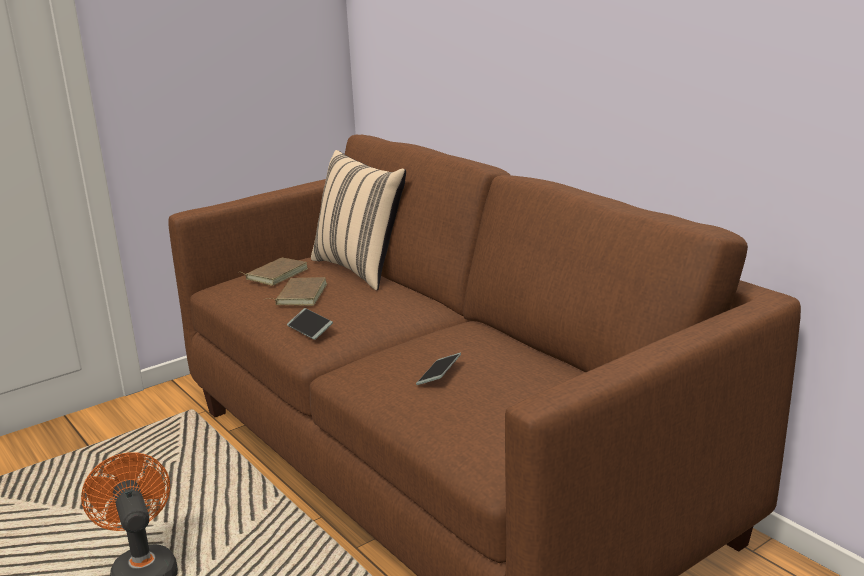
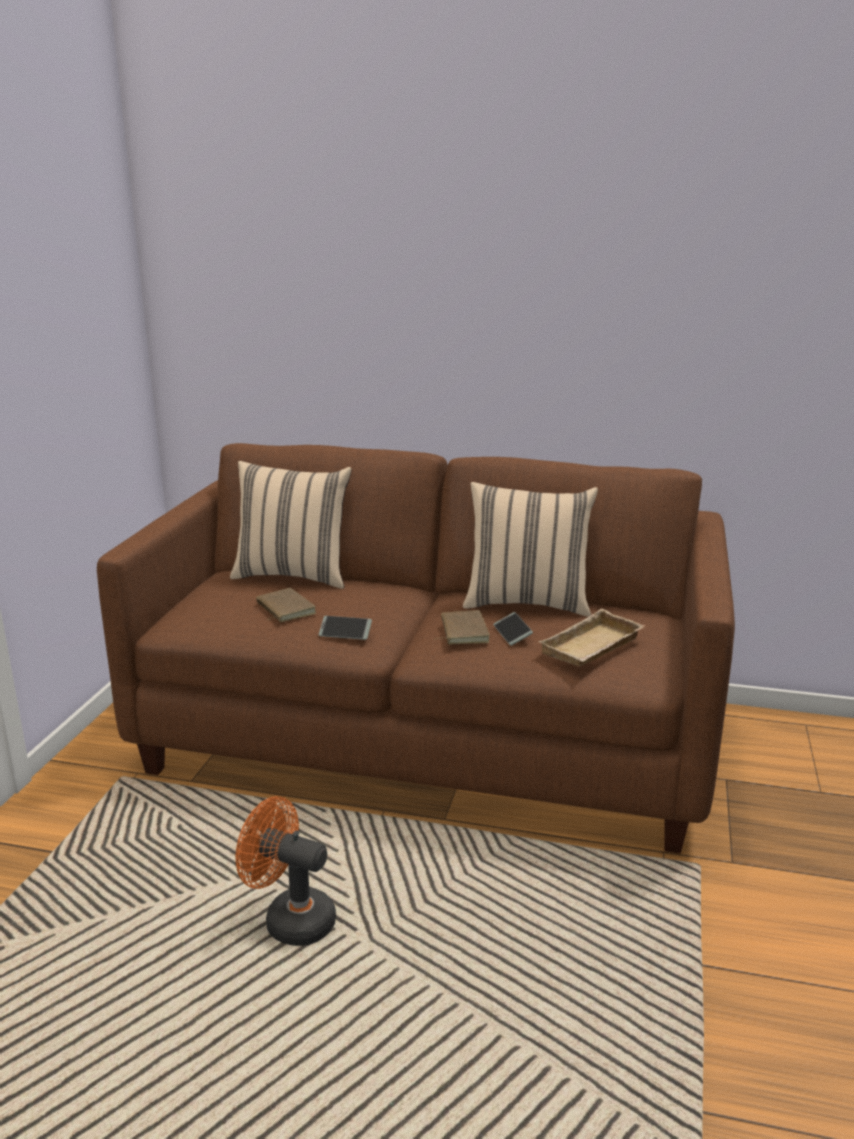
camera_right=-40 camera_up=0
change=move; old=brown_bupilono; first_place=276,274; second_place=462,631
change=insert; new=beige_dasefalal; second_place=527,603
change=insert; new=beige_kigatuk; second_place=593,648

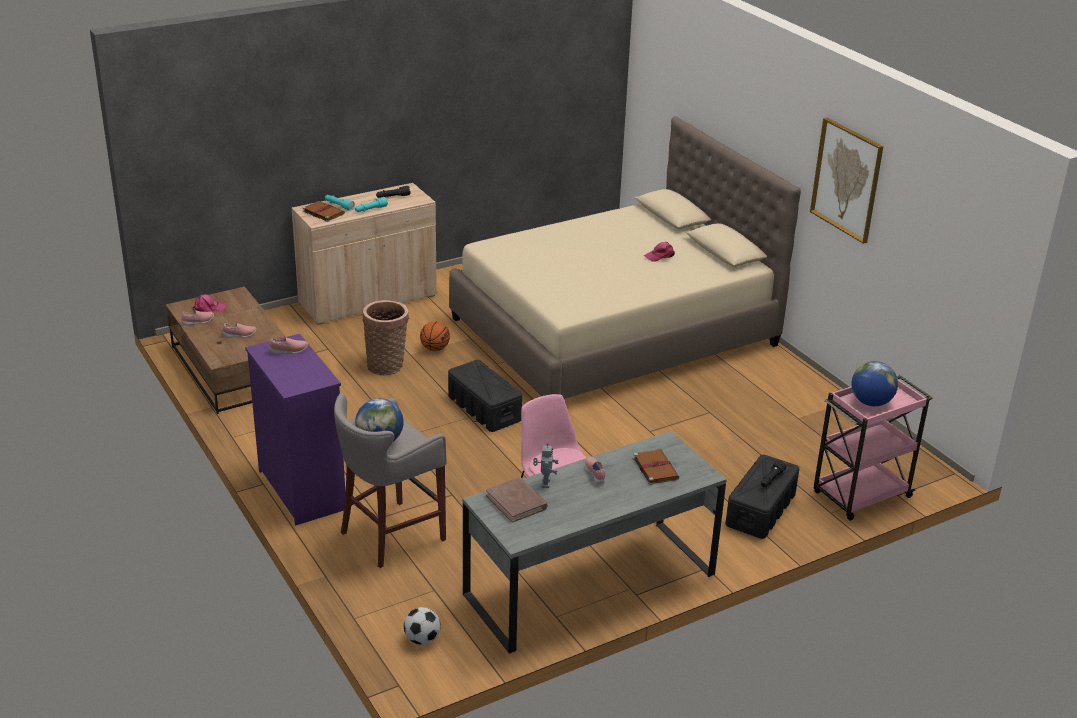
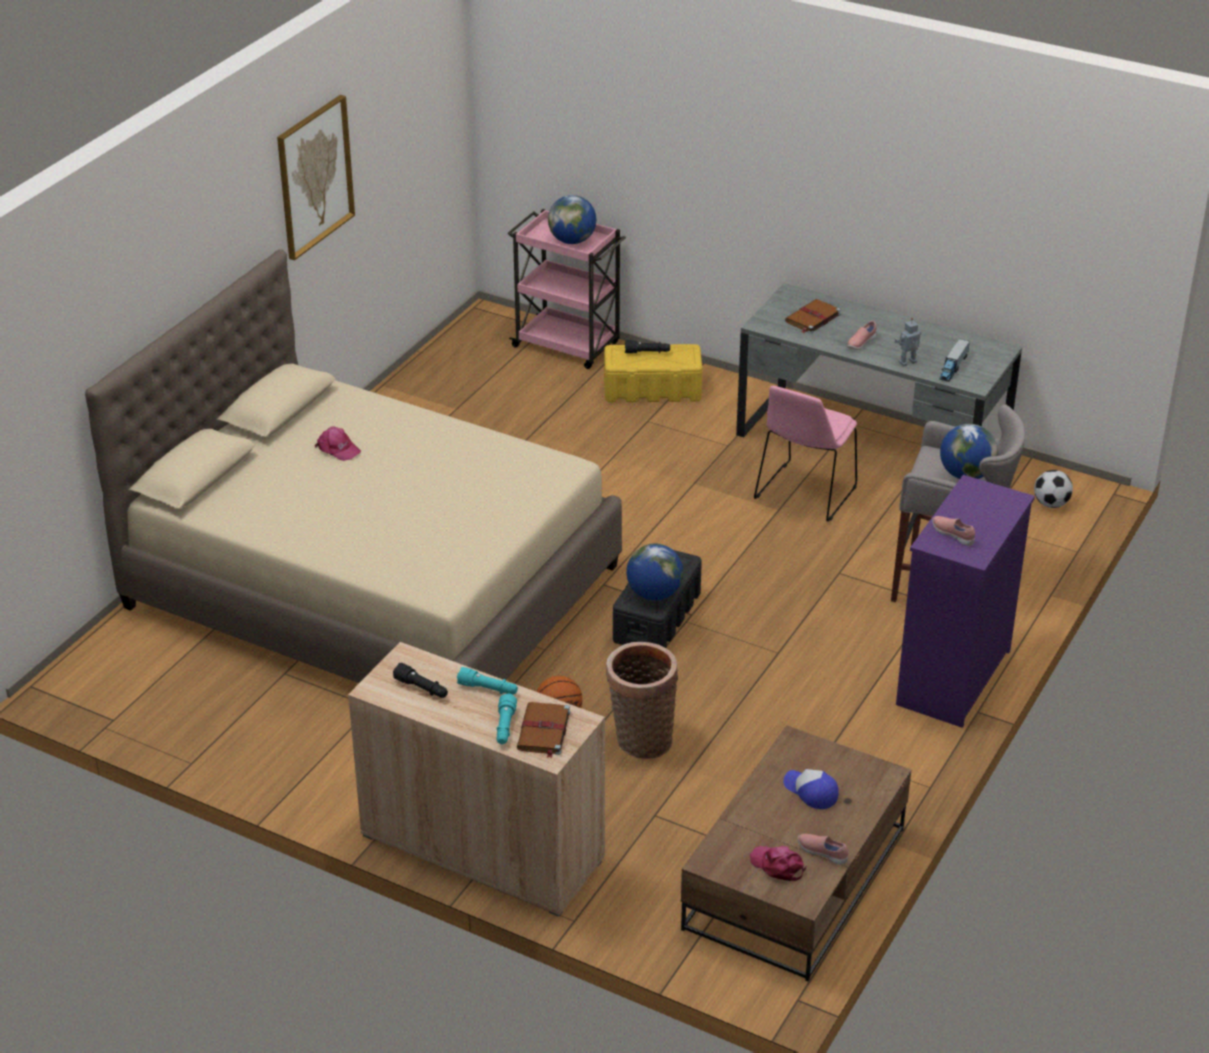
camera_right=-120 camera_up=5
change=replace; old=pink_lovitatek; new=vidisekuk; first_place=240,335; second_place=810,791
change=replace; old=brown_bupilono; new=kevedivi; first_place=516,502; second_place=953,367
change=recolor; old=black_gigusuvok; new=yellow_gigusuvok; first_place=760,510; second_place=653,390
change=insert; new=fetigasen; second_place=654,594

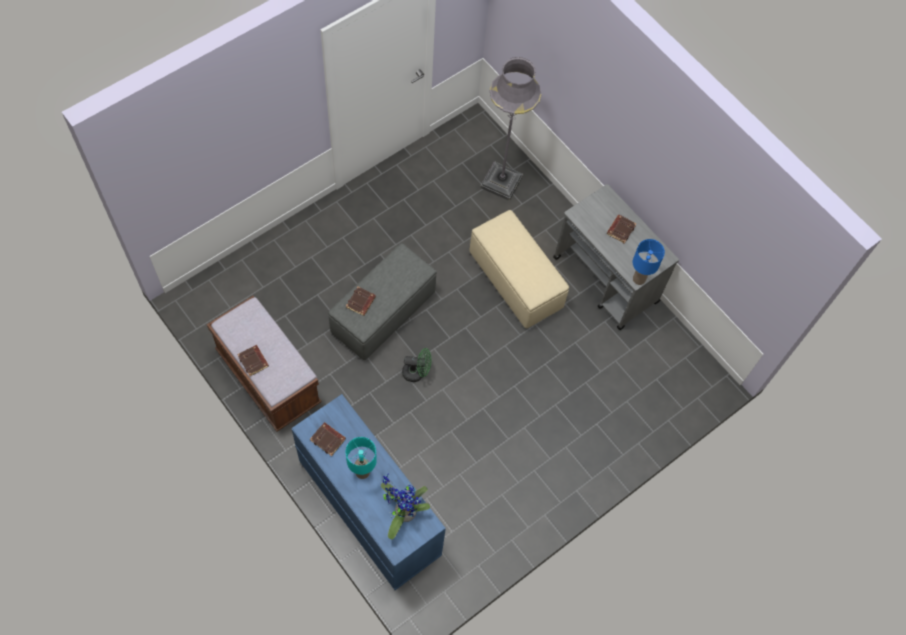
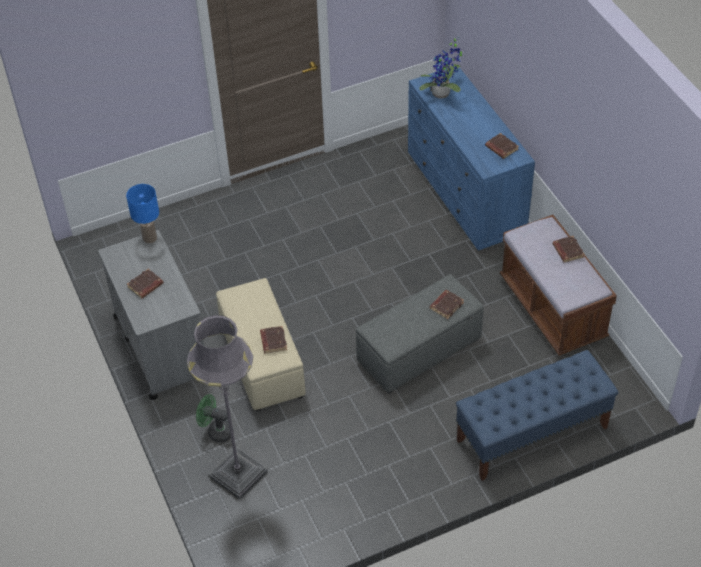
camera_right=-160 camera_up=-15
change=delete; old=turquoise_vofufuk; first_place=362,472
change=move; old=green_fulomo; first_place=417,372; second_place=216,431
change=insert; new=brown_bupilono; second_place=273,341
change=insert; new=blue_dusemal; second_place=531,434

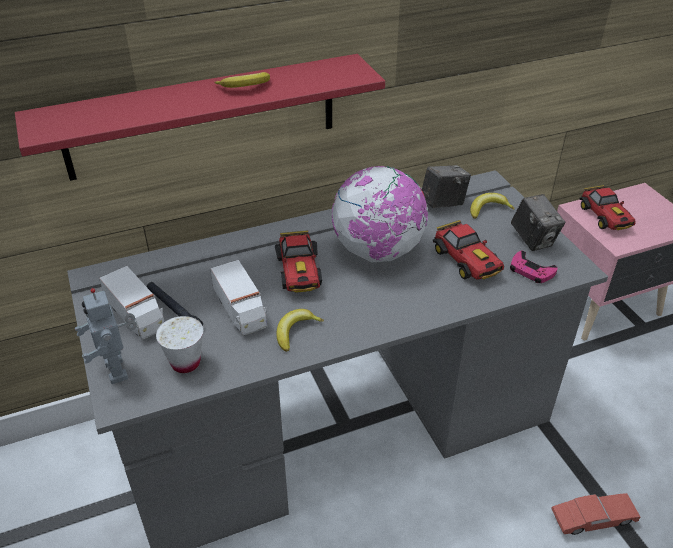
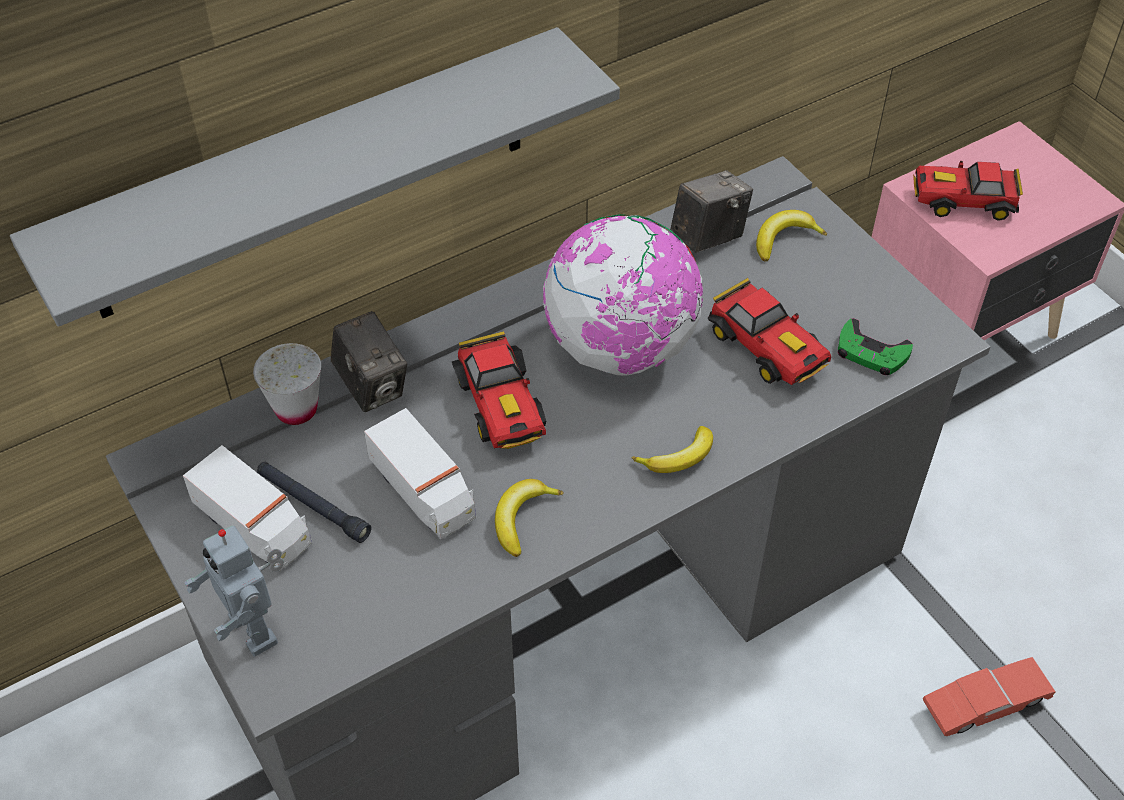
camera_right=-10 camera_up=10
change=recolor; old=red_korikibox; new=grey_korikibox; first_place=202,117; second_place=312,176
change=move; old=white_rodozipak; first_place=185,363; second_place=296,409
change=move; old=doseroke; first_place=245,87; second_place=679,458
change=recolor; old=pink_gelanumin; new=green_gelanumin; first_place=531,271; second_place=871,353
change=move; old=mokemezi; first_place=533,240; second_place=372,386
change=rotate; old=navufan; first_place=605,218; second_place=962,201; degrees=120

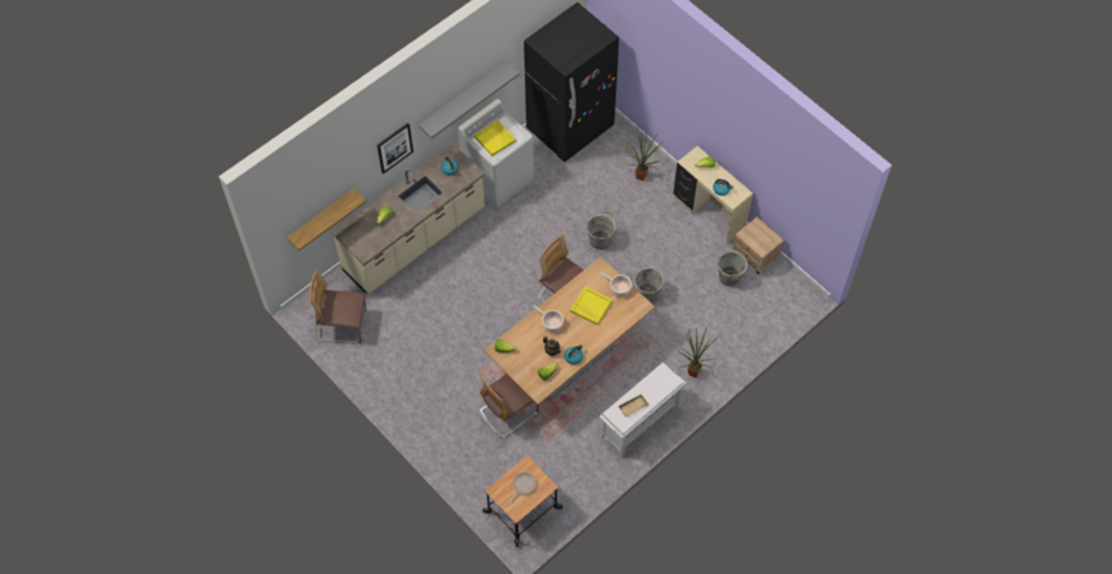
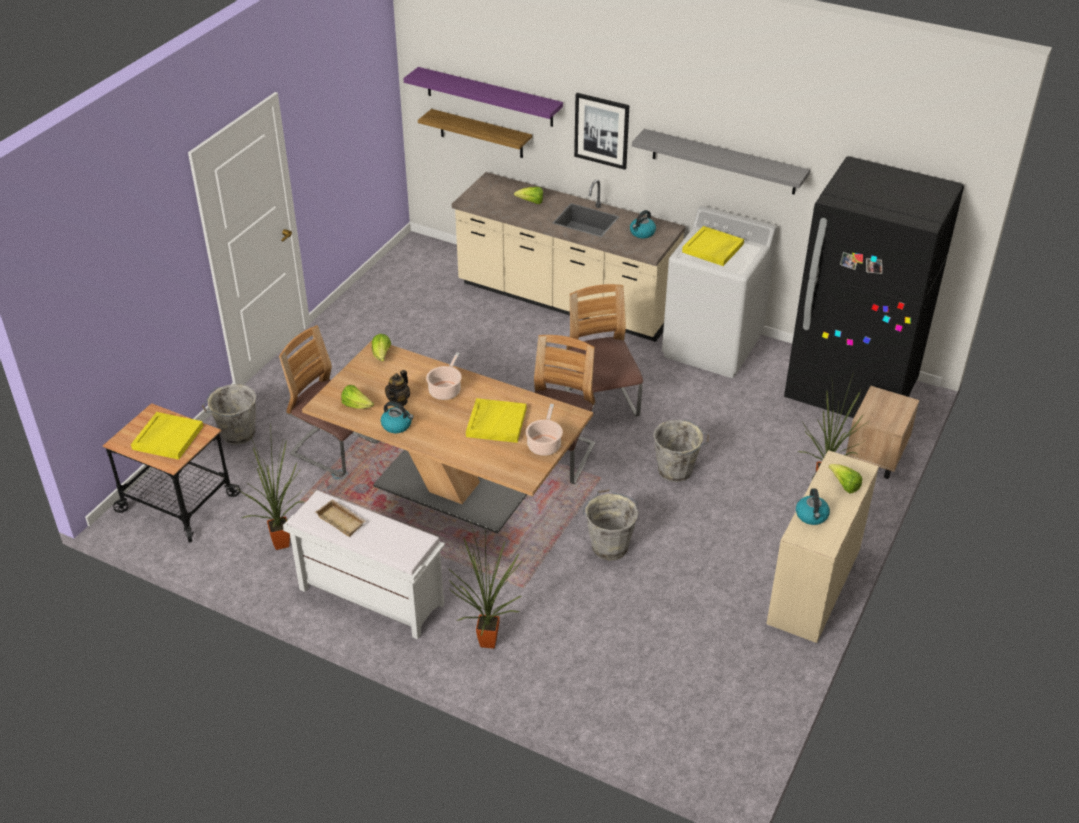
camera_right=70 camera_up=-20
change=move; old=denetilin; first_place=342,326; second_place=601,404
change=replace; old=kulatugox; new=yellow_kigatuk; first_place=523,485; second_place=167,437
change=move; old=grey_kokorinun; first_place=729,278; second_place=237,434
change=move; old=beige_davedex; first_place=755,257; second_place=875,457
change=insert; new=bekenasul; second_place=285,543
change=insert; new=purple_korikibox; second_place=489,97

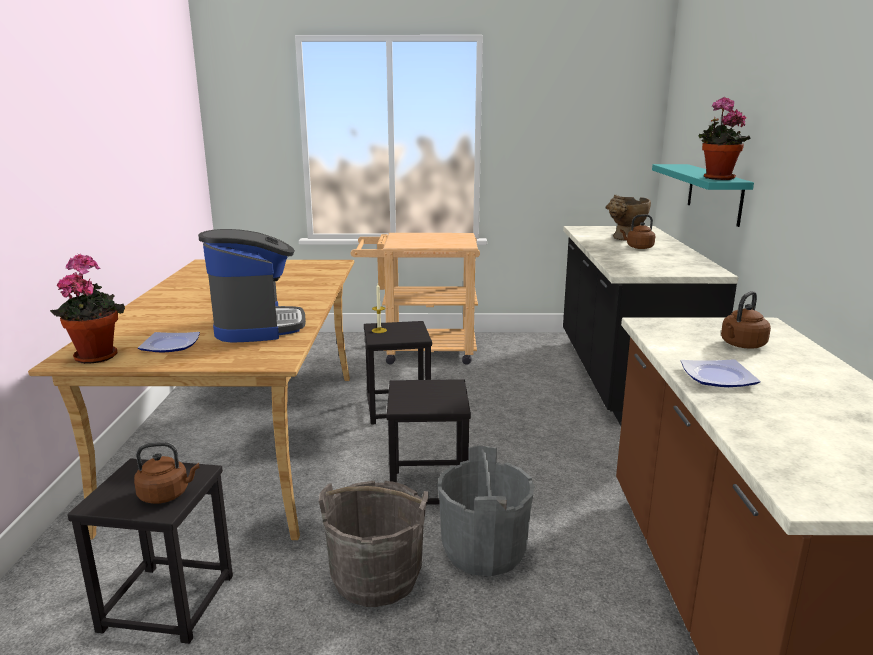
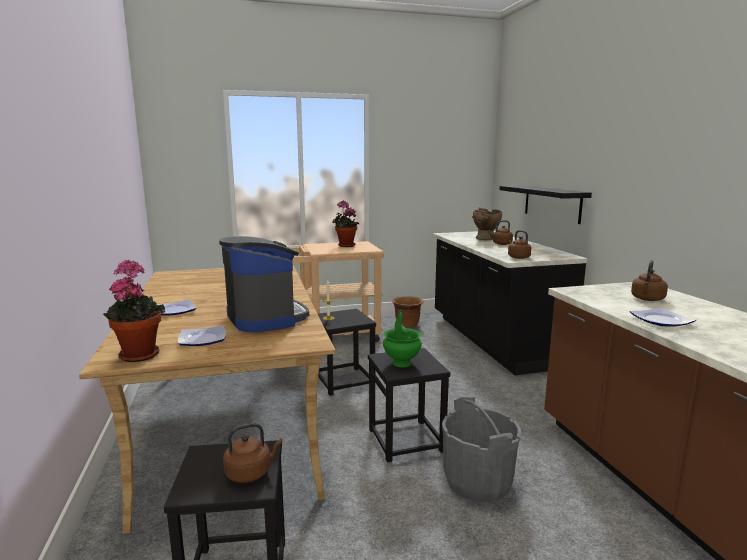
camera_right=-15 camera_up=-5
change=delete; old=grey_kokorinun; first_place=376,578
change=recolor; old=turquoise_korikibox; new=black_korikibox; first_place=714,193; second_place=552,203
change=move; old=bekenasul; first_place=716,178; second_place=345,246
change=insert; new=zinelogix; second_place=175,311
change=insert; new=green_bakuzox; second_place=401,363
change=insert; new=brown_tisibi; second_place=407,325
change=insert; new=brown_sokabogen; second_place=518,257

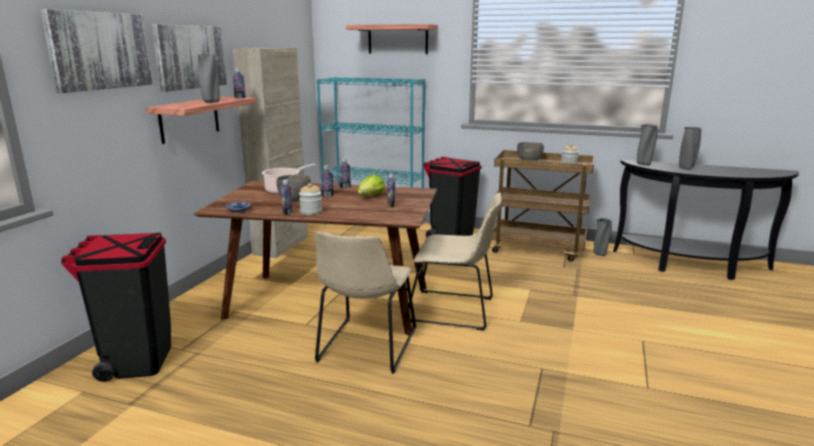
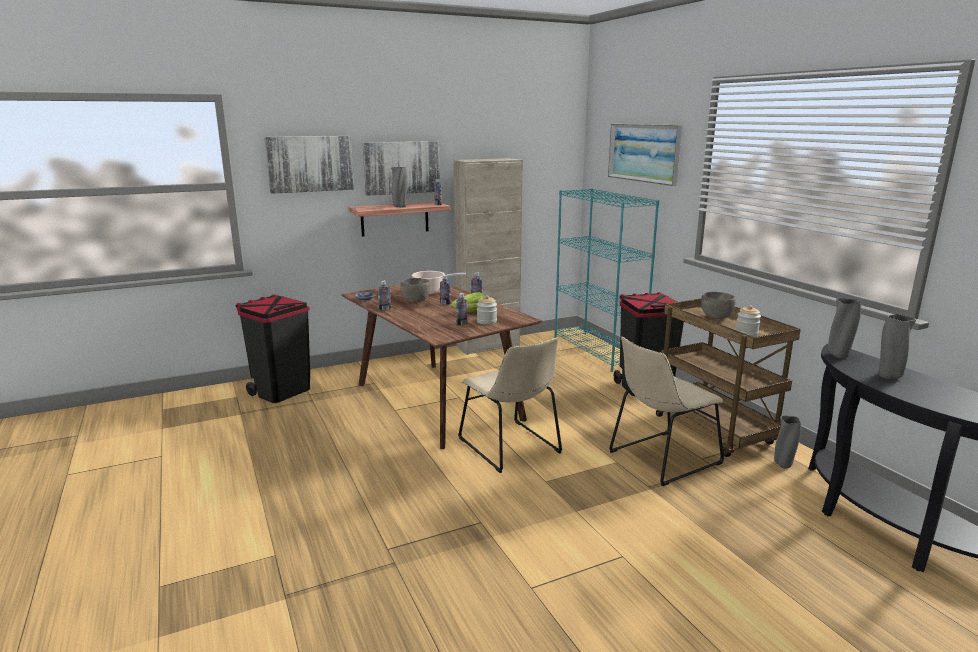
camera_right=45 camera_up=0
change=move; old=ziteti; first_place=311,212; second_place=486,321
change=move; old=beige_denetilin; first_place=366,347; second_place=661,458
change=replace; old=korikibox; new=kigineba; first_place=398,39; second_place=643,153

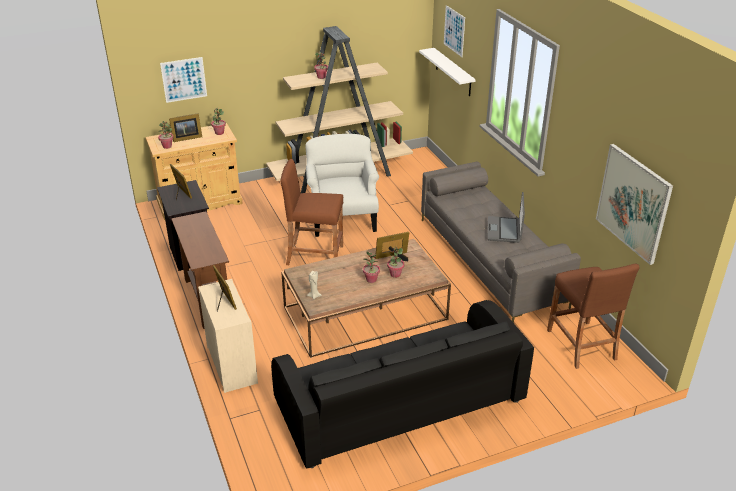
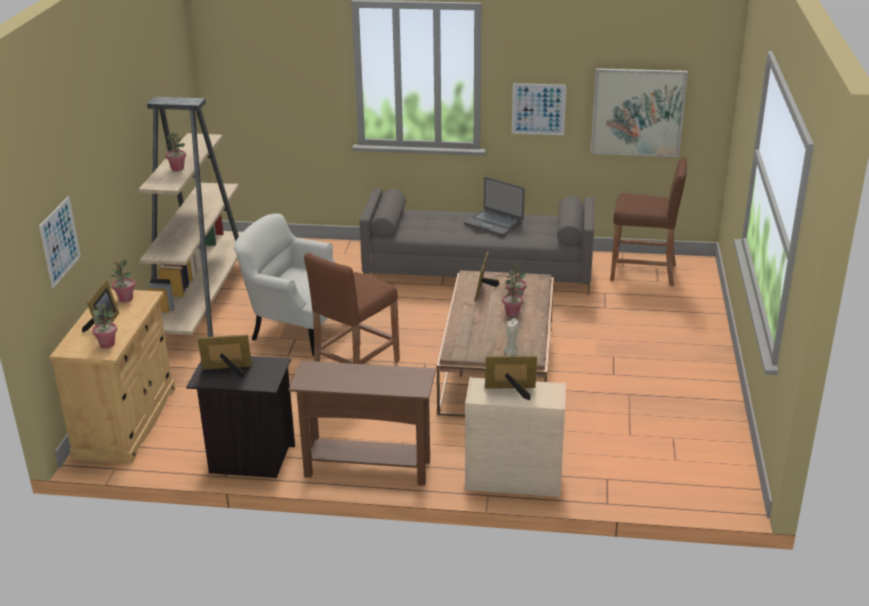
camera_right=-60 camera_up=-5
change=delete; old=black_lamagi; first_place=399,402
change=delete; old=white_korikibox; first_place=453,72
change=move; old=kigineba; first_place=454,31; second_place=538,109

